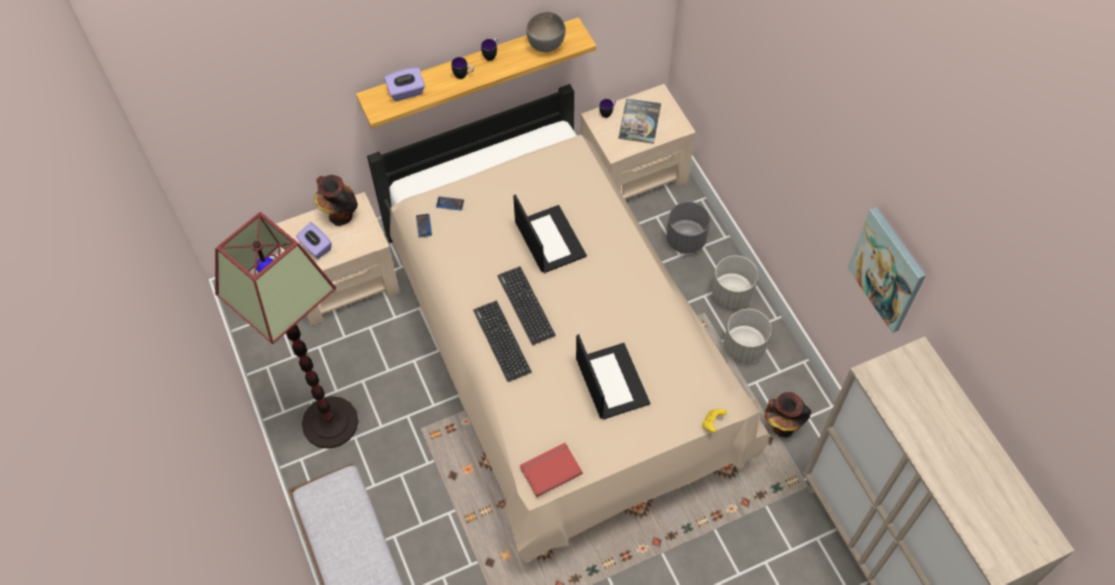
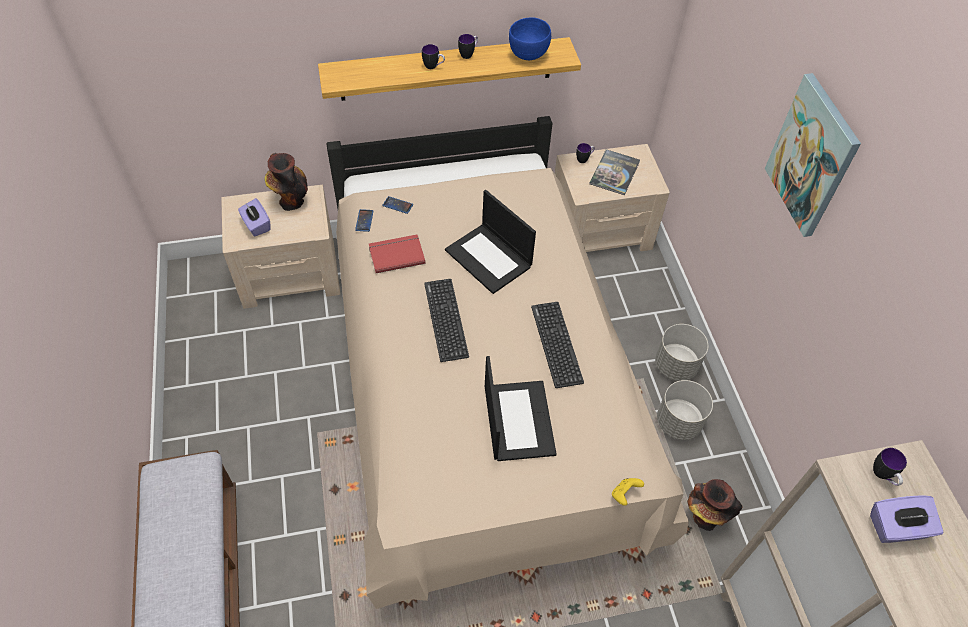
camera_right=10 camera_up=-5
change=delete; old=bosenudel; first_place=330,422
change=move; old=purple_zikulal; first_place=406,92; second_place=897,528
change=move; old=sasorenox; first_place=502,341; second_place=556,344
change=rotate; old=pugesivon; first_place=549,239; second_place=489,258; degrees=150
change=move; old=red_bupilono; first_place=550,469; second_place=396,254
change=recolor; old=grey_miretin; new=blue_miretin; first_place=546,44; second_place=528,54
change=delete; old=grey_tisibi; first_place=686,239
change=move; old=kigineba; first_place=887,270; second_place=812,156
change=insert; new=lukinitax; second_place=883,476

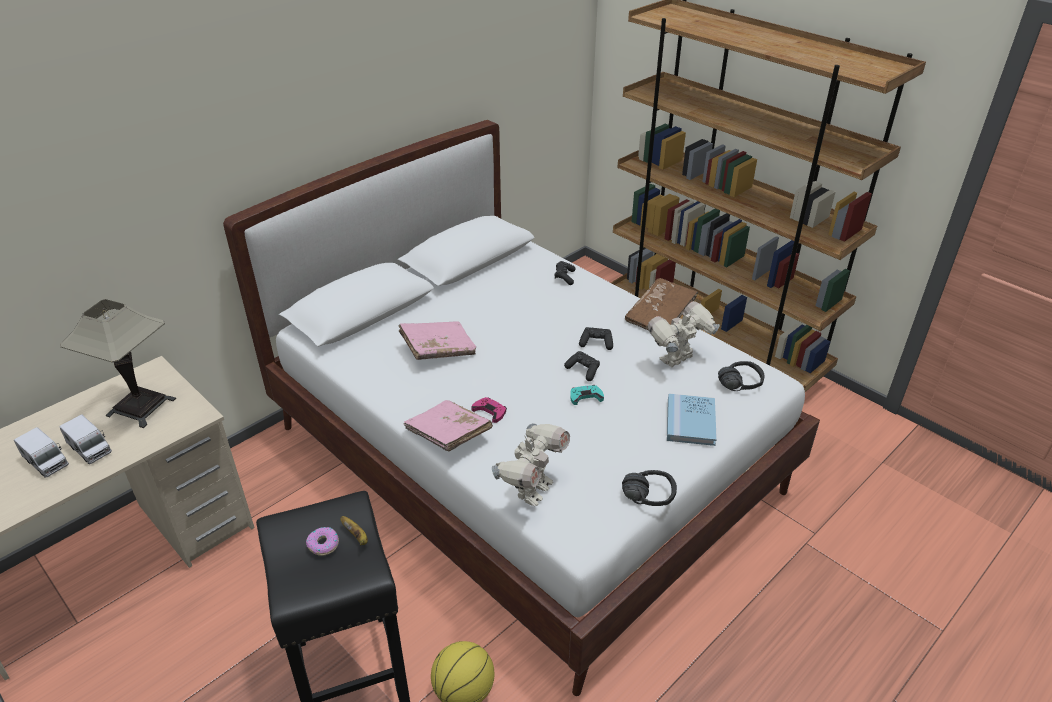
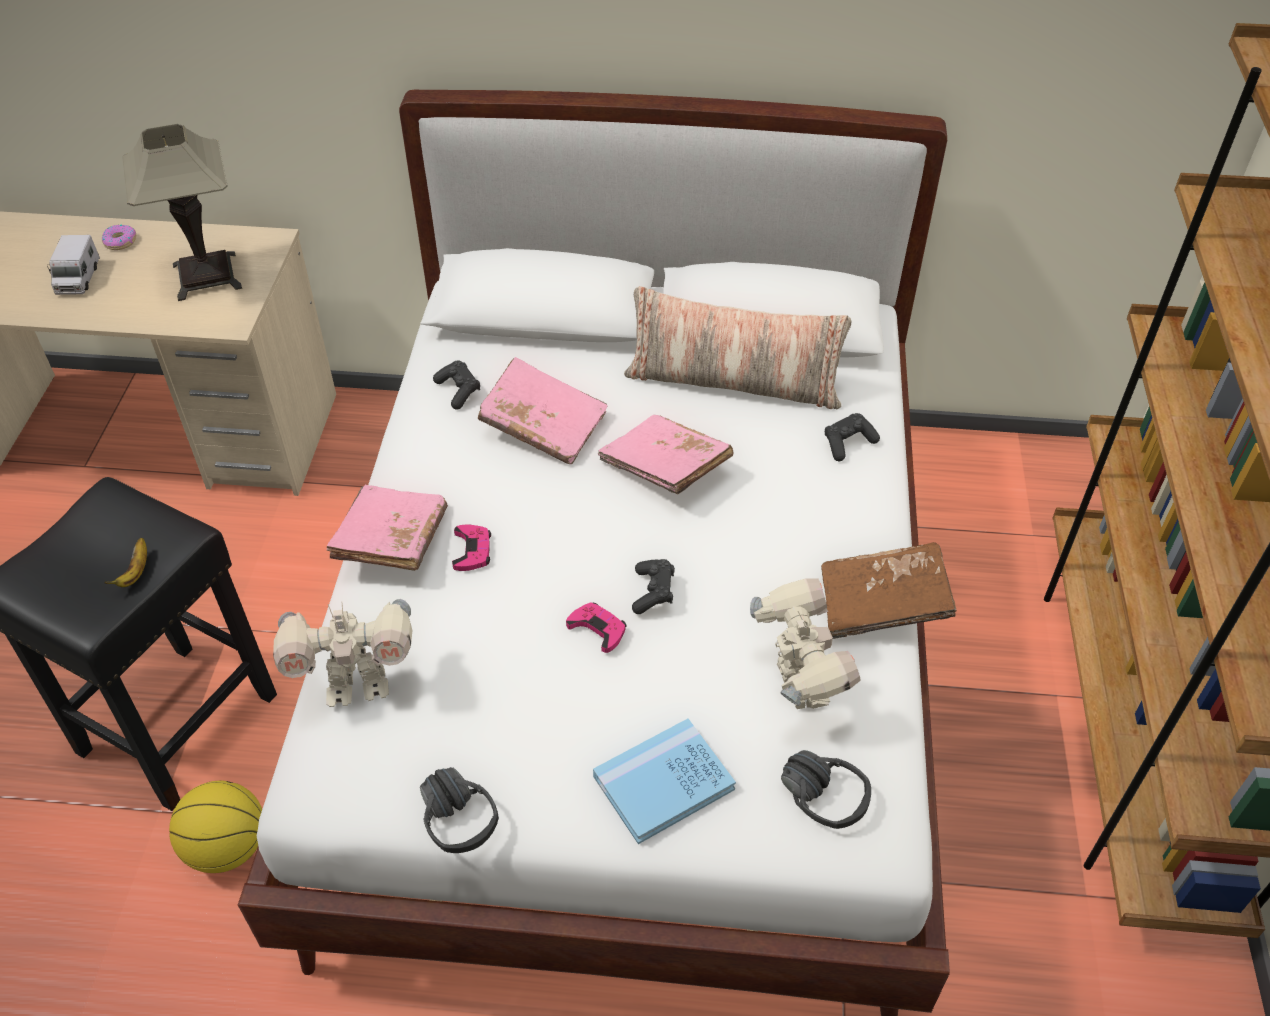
camera_right=50 camera_up=10
change=delete; old=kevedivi; first_place=90,449
change=move; old=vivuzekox; first_place=323,544; second_place=120,241
change=recolor; old=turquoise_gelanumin; new=pink_gelanumin; first_place=585,397; second_place=598,629
change=move; old=black_gelanumin; first_place=596,343; second_place=458,391
change=rotate; old=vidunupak; first_place=678,360; second_place=797,687; degrees=60
change=insert; new=pink_bupilono; second_place=665,468
change=insert; new=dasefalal; second_place=733,382

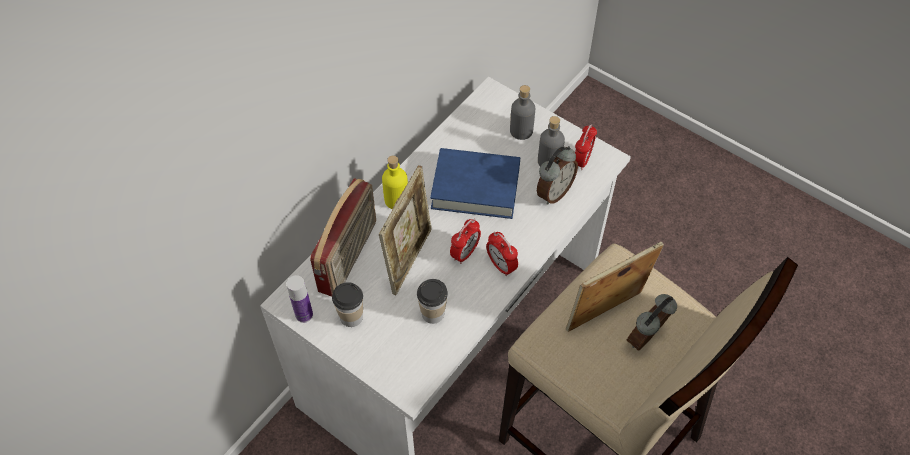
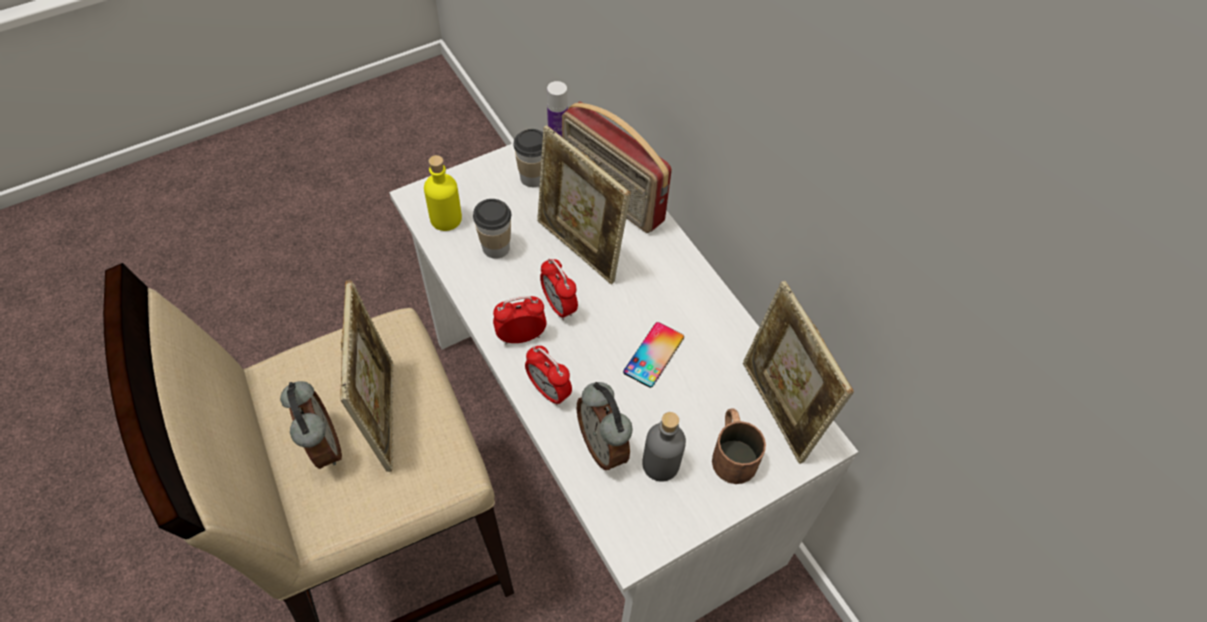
camera_right=110 camera_up=0
change=move; old=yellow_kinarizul; first_place=396,199; second_place=446,218
change=replace; old=blue_bupilono; new=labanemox; first_place=475,187; second_place=654,354
change=replace; old=grey_kinarizul; new=brown_lukinitax; first_place=521,131; second_place=732,451
change=move; old=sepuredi; first_place=582,160; second_place=549,391
change=insert; new=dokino; second_place=777,410

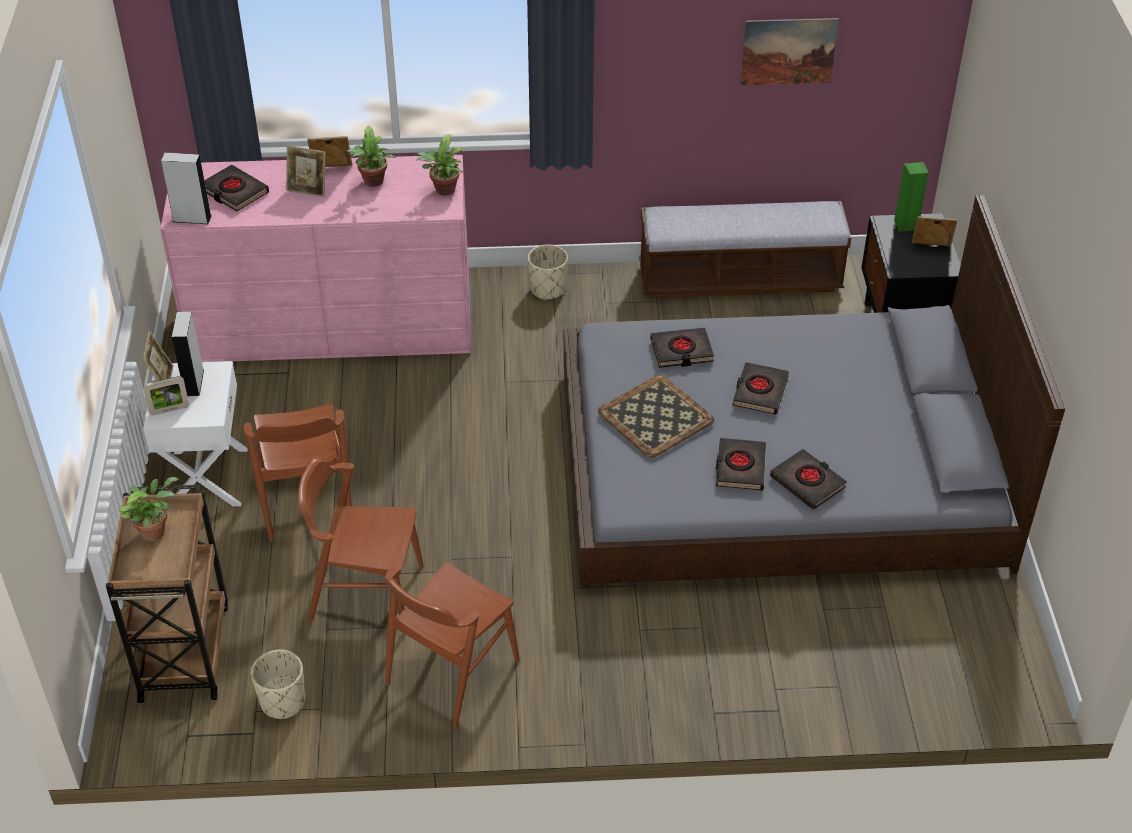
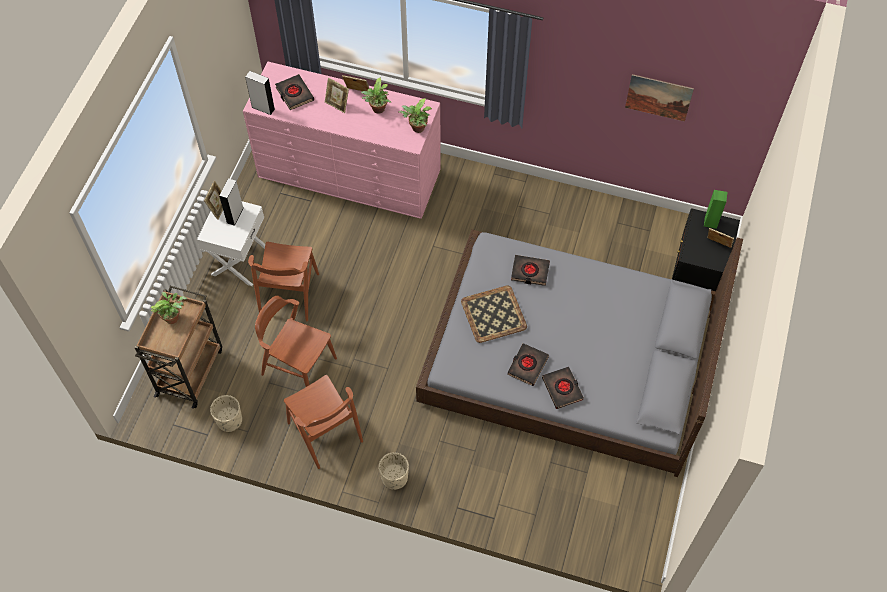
camera_right=20 camera_up=15
change=delete; old=dokino; first_place=169,410
change=rotate; old=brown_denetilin; first_place=451,672; second_place=325,432; degrees=-90
change=move; old=beige_tisibi; first_place=548,289; second_place=394,478
change=delete; old=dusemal; first_place=740,279
change=delete; old=black_bupilono; first_place=759,392

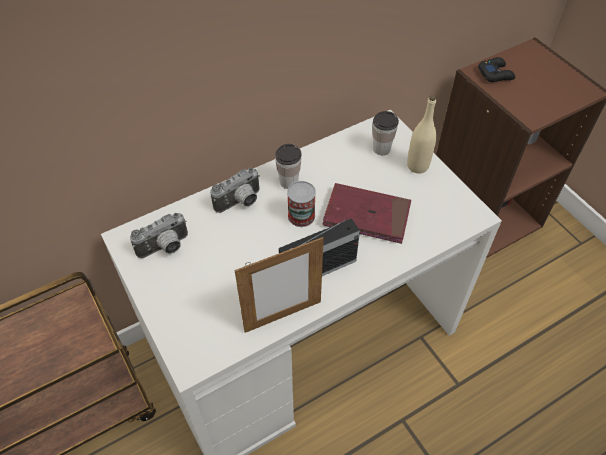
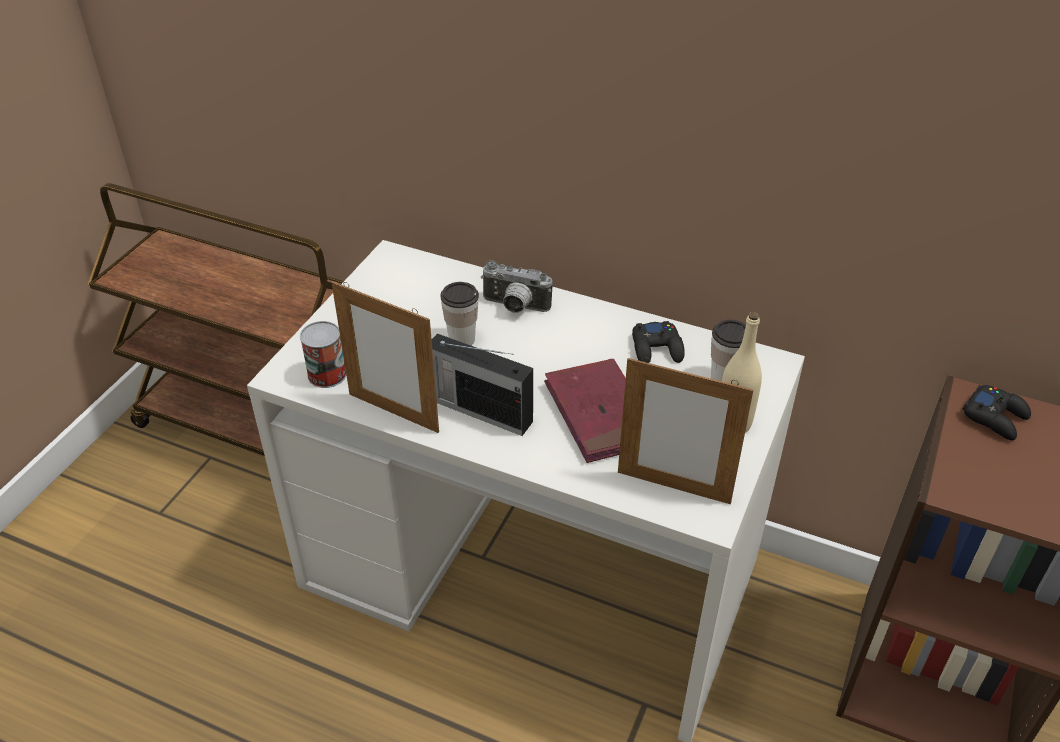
camera_right=55 camera_up=-10
change=delete; old=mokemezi; first_place=165,248
change=move; old=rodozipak; first_place=289,182; second_place=462,339
change=move; old=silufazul; first_place=301,216; second_place=327,374
change=insert; new=dokino; second_place=673,487
change=insert; new=black_gelanumin; second_place=657,349

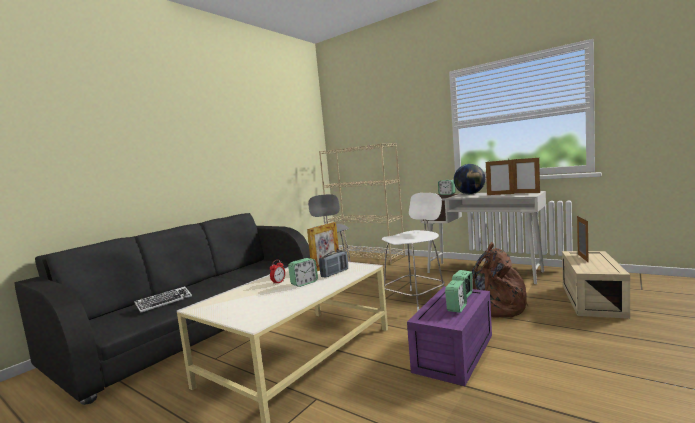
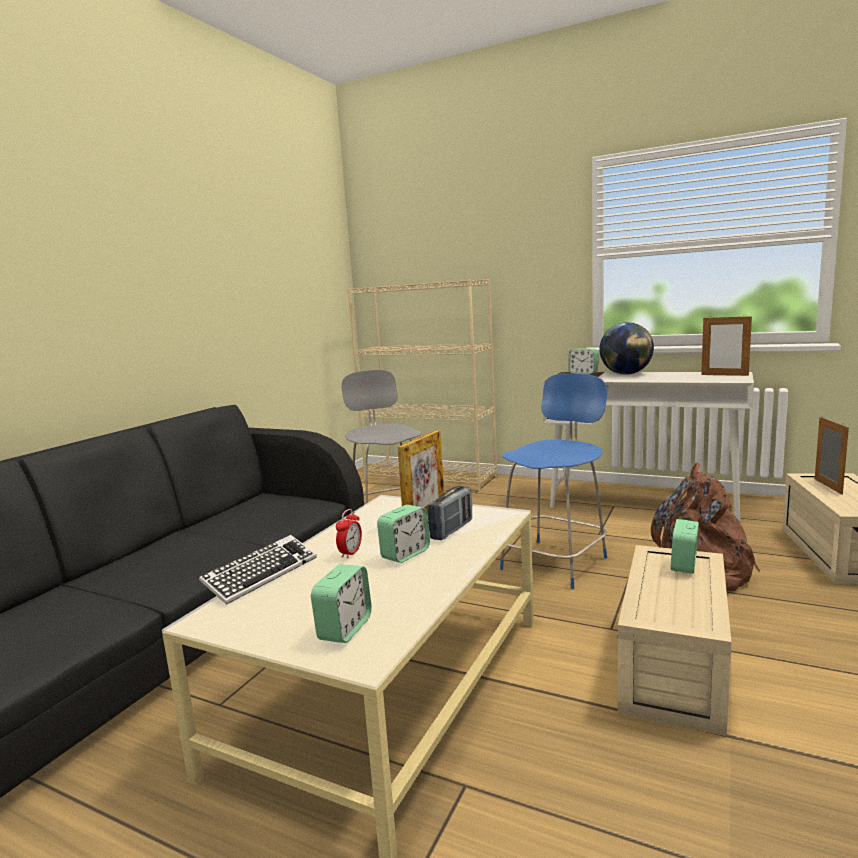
camera_right=-10 camera_up=5
change=move; old=sasorenox; first_place=164,302; second_place=261,574
change=recolor; old=white_denetilin; new=blue_denetilin; first_place=416,300; second_place=556,562
change=recolor; old=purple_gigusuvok; new=beige_gigusuvok; first_place=455,354; second_place=676,668
change=move; old=sepuredi; first_place=457,308; second_place=345,629
change=delete; old=dokino; first_place=500,194

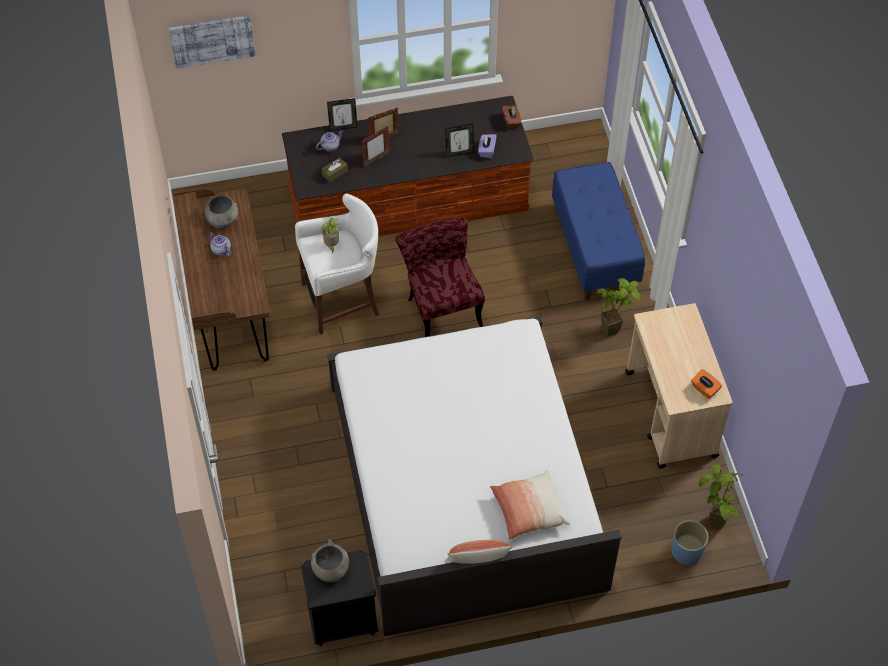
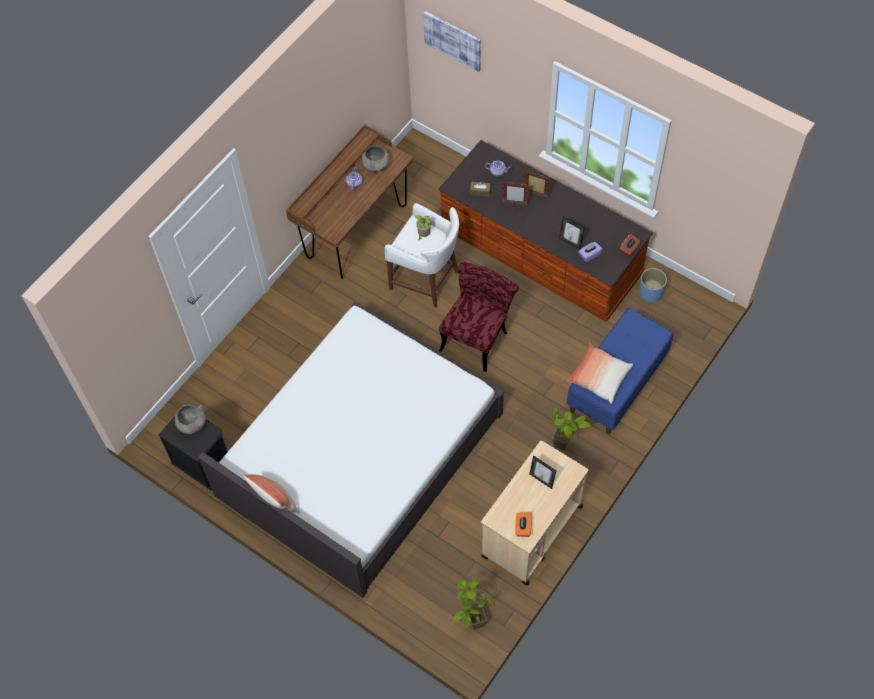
camera_right=50 camera_up=5
change=move; old=dokino; first_place=343,127; second_place=541,480
change=move; old=dasefalal; first_place=528,511; second_place=599,377
change=move; old=blue_tisibi; first_place=686,551; second_place=650,293

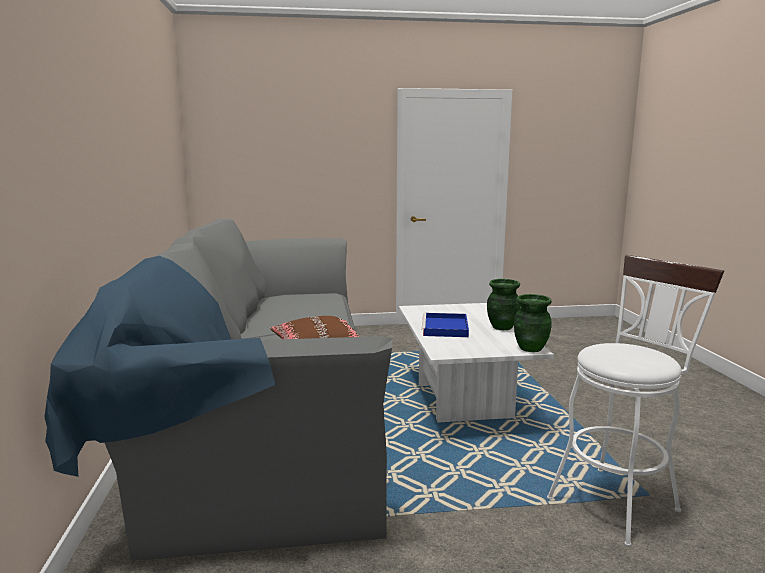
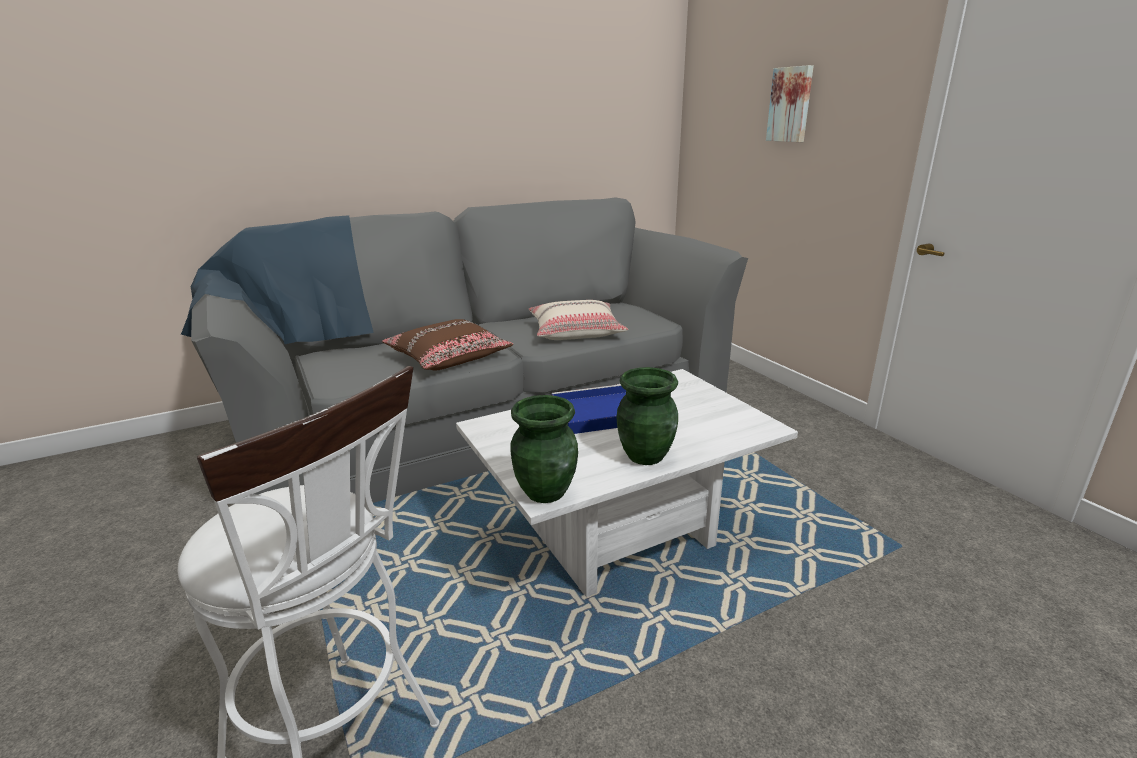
camera_right=70 camera_up=10
change=insert; new=beige_dasefalal; second_place=576,332
change=insert; new=kigineba; second_place=791,104

